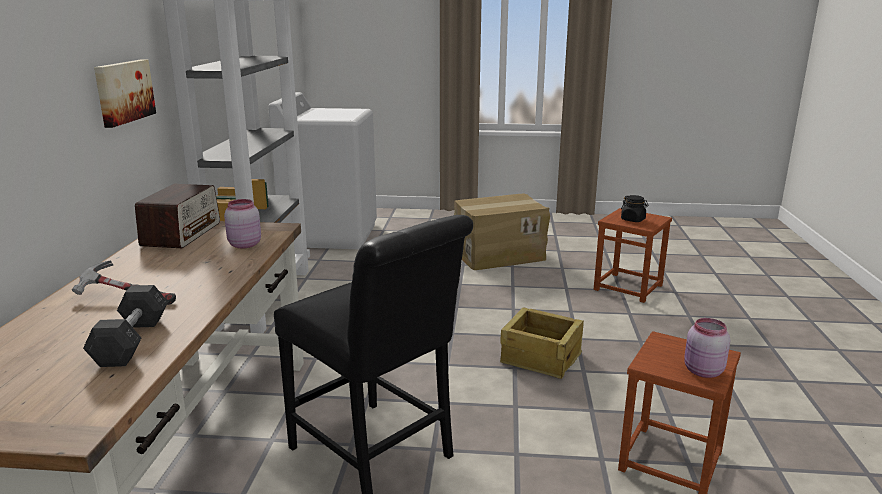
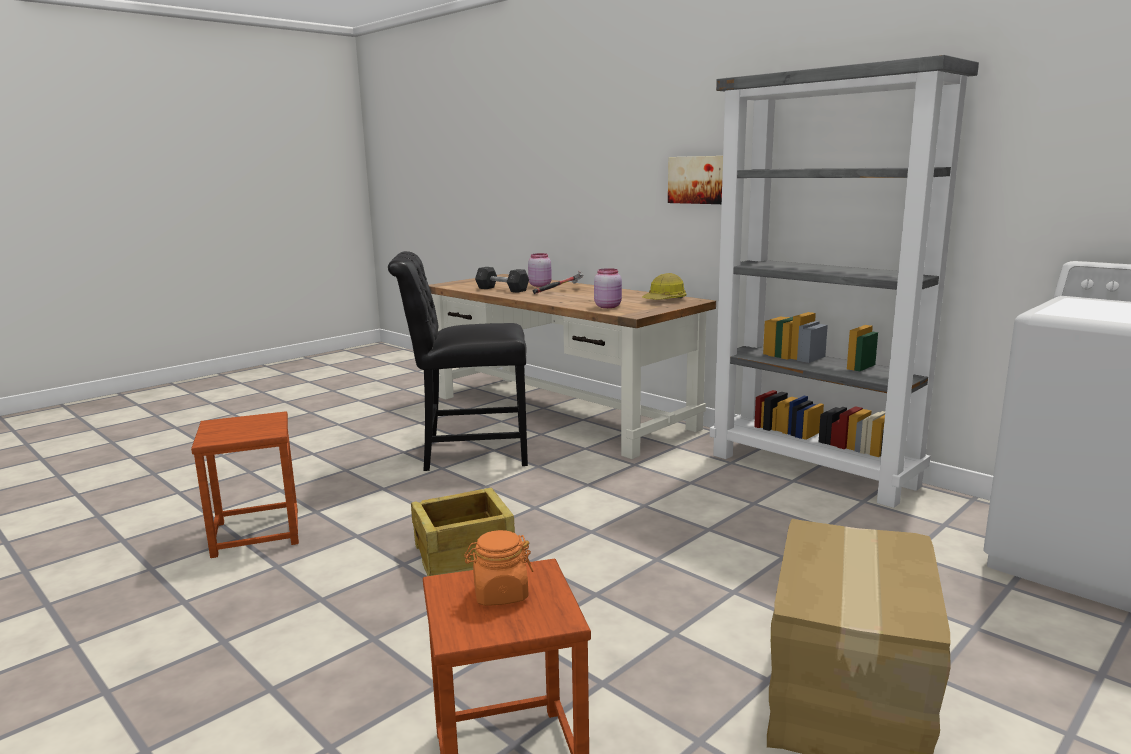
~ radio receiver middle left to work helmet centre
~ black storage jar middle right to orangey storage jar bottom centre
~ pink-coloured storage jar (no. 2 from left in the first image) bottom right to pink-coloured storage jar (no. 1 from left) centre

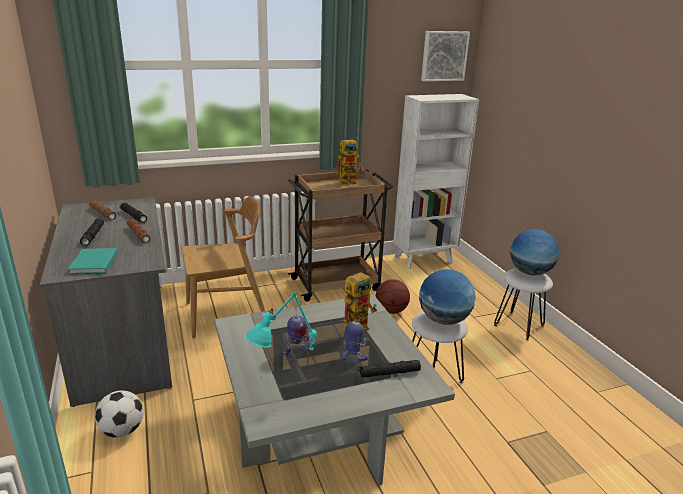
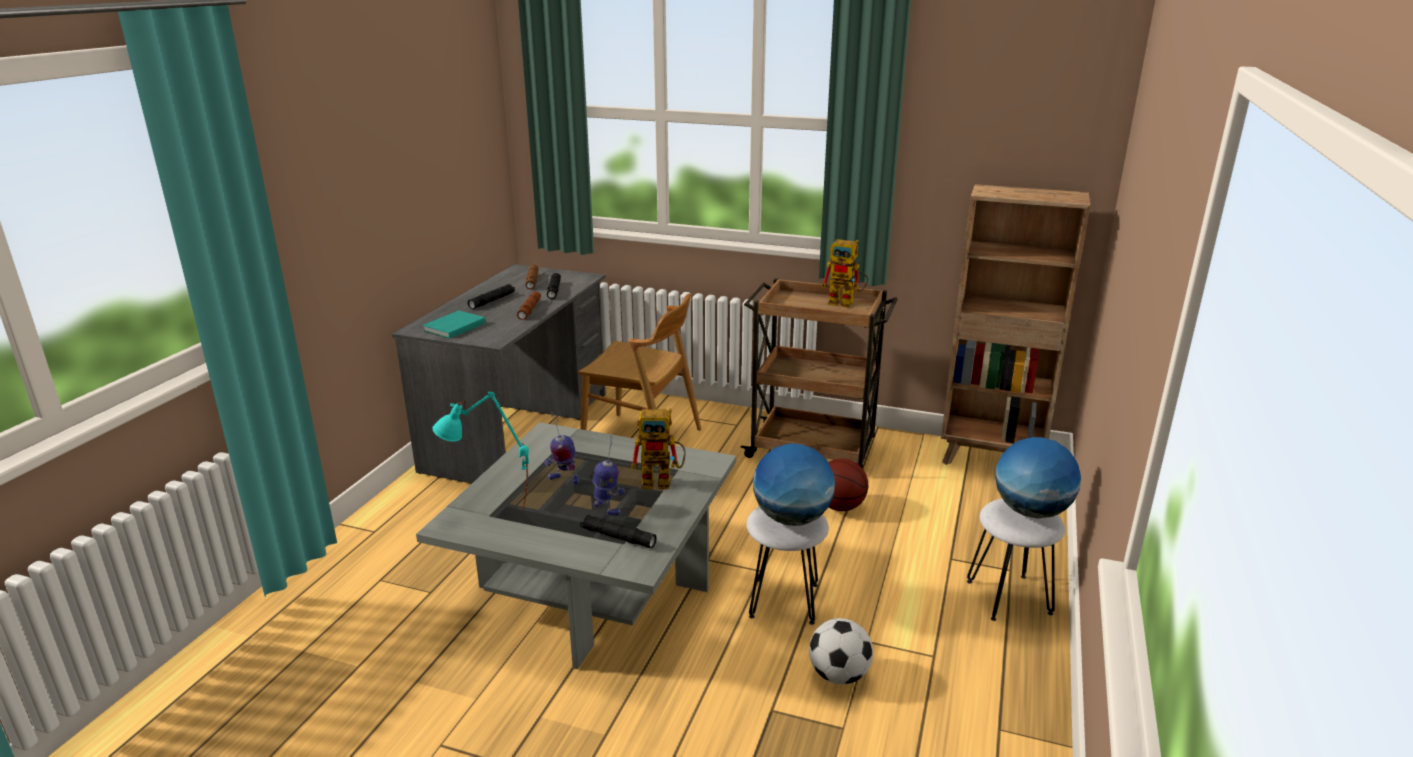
~ ball for football bottom left to bottom centre
~ white-coloured bookshelf centre to brown bookshelf middle right
- wall art top centre

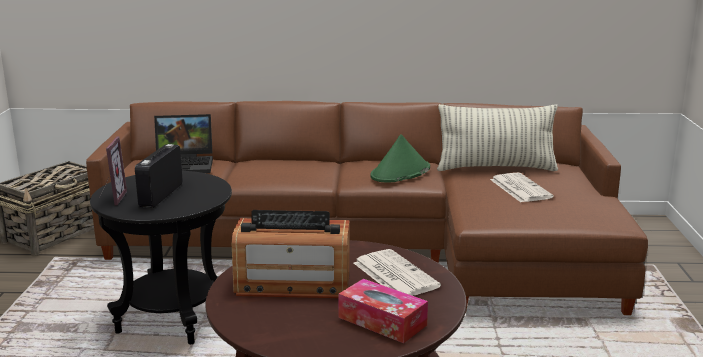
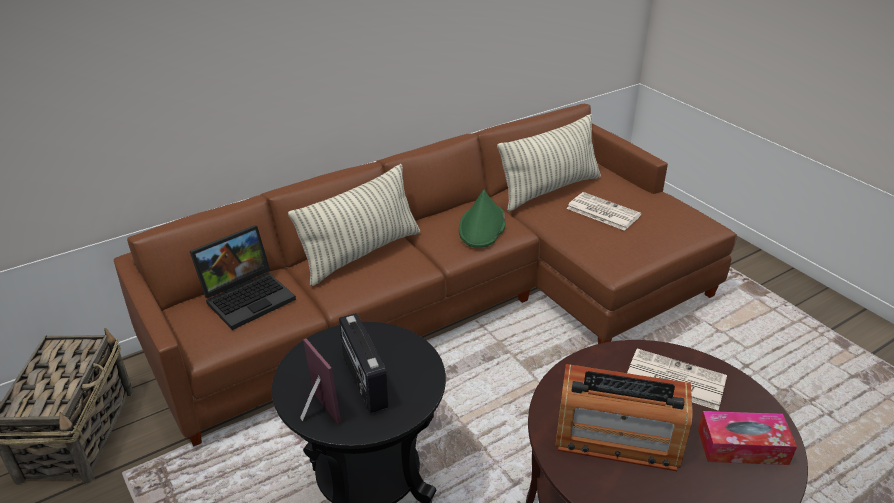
~ radio receiver (no. 2 from left) bottom centre = bottom right 45 degrees clockwise
+ pillow (no. 1 from left) centre

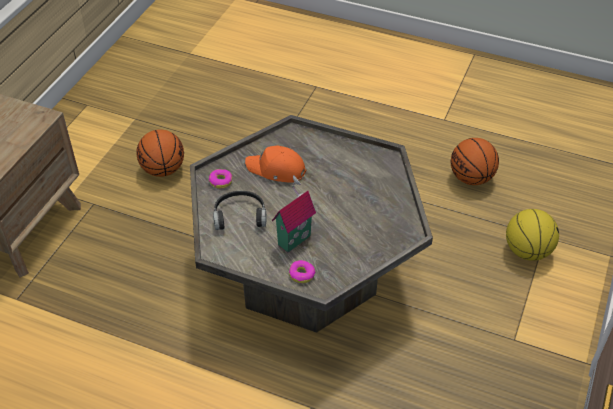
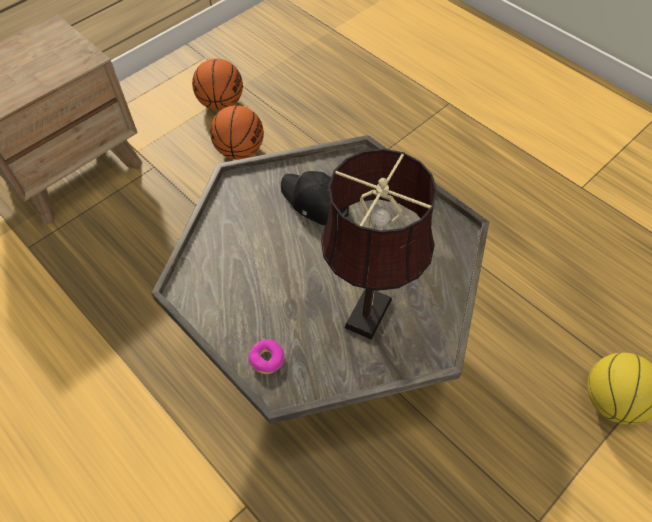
- doughnut (no. 1 from left) centre
- black pair of headphones centre
~ orangey peaked cap centre to black peaked cap centre
- toy house centre
~ basketball ball (no. 2 from left in the first image) middle right to basketball ball (no. 1 from left) top left
+ brown table lamp centre

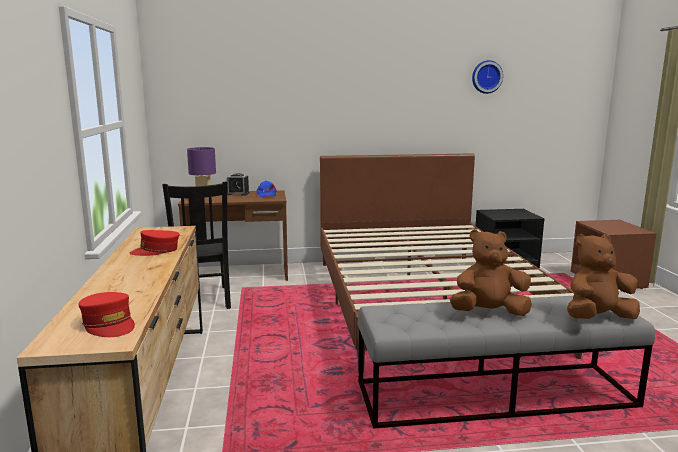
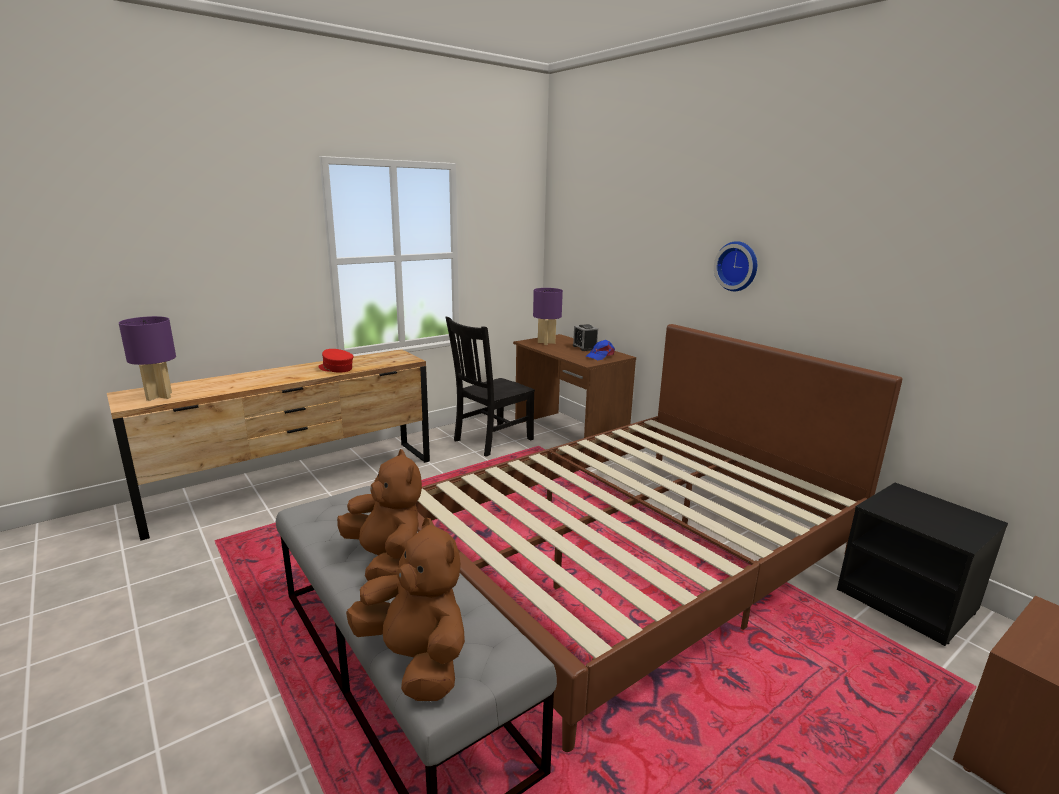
~ reddish peaked cap (no. 1 from left) bottom left to purple-coloured table lamp (no. 1 from left) middle left
~ wall clock top right to middle right

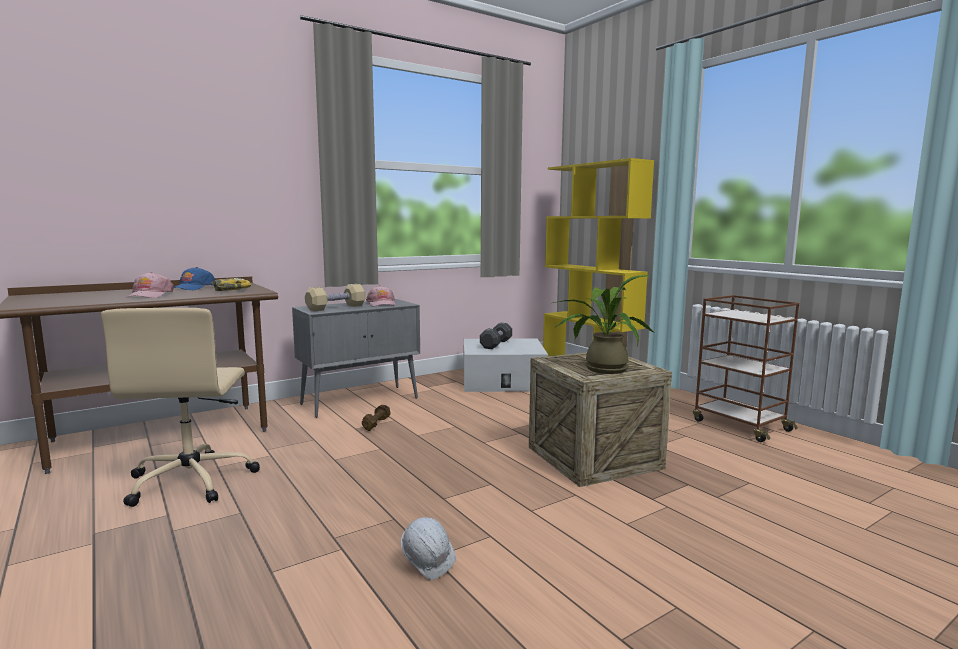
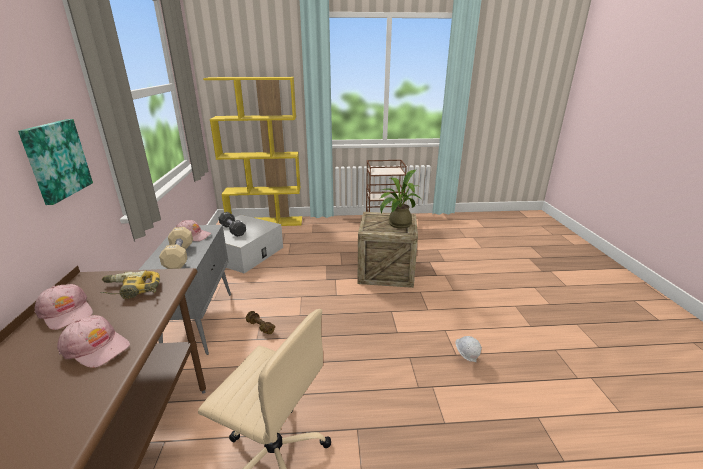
~ blue-coloured peaked cap middle left to pink-coloured peaked cap (no. 1 from left) middle left
+ wall art middle left

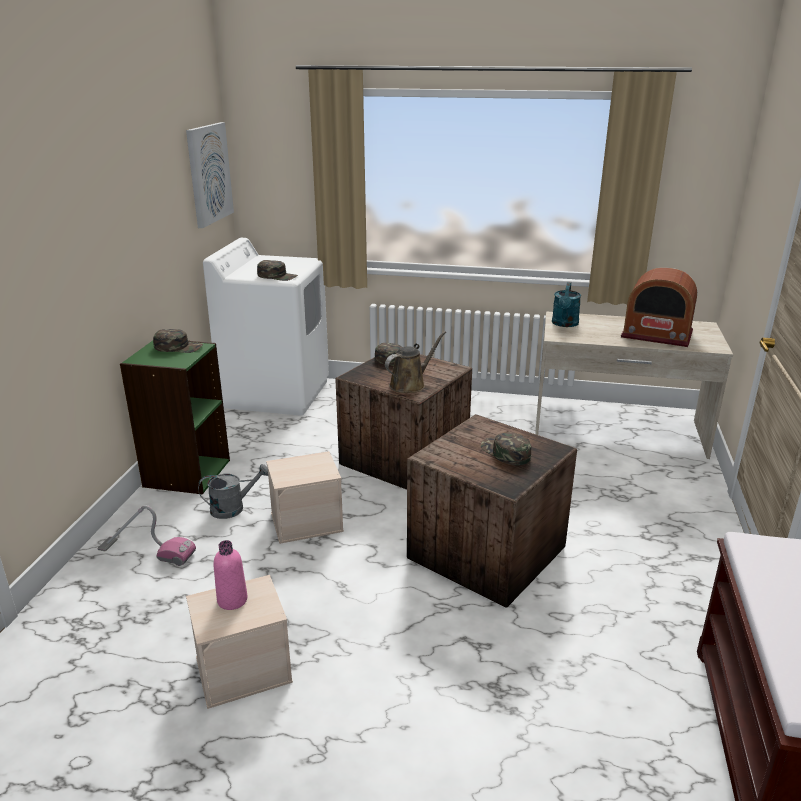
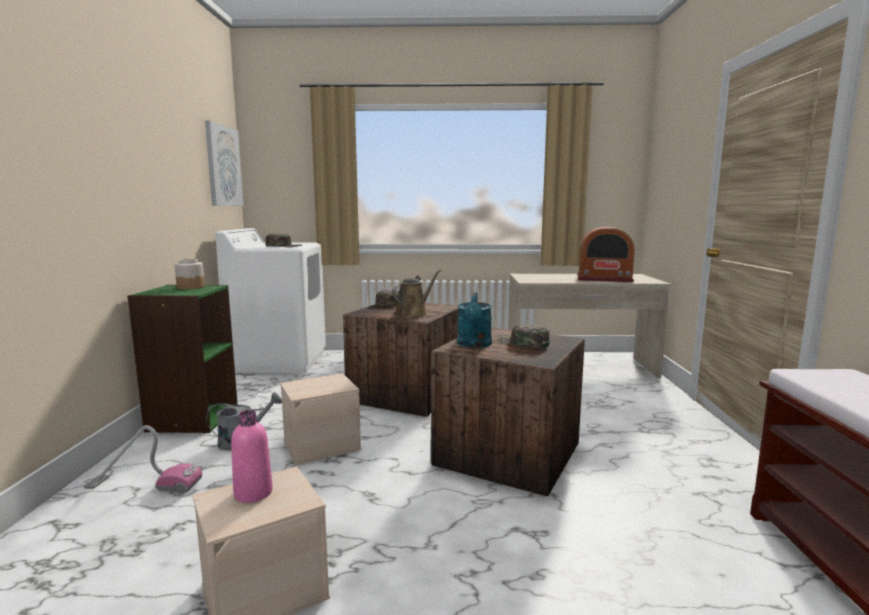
~ green-coloured peaked cap (no. 1 from left) middle left to storage jar middle left
~ blue-green watering pot middle right to centre

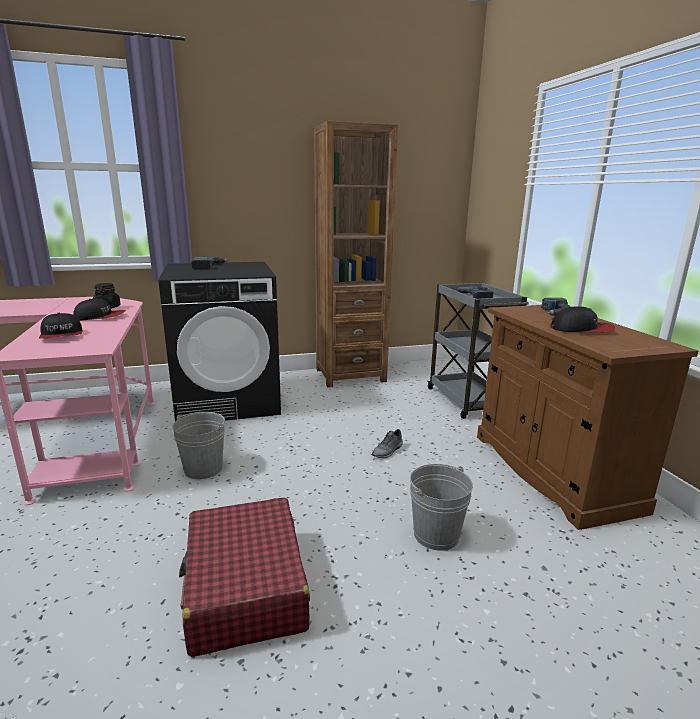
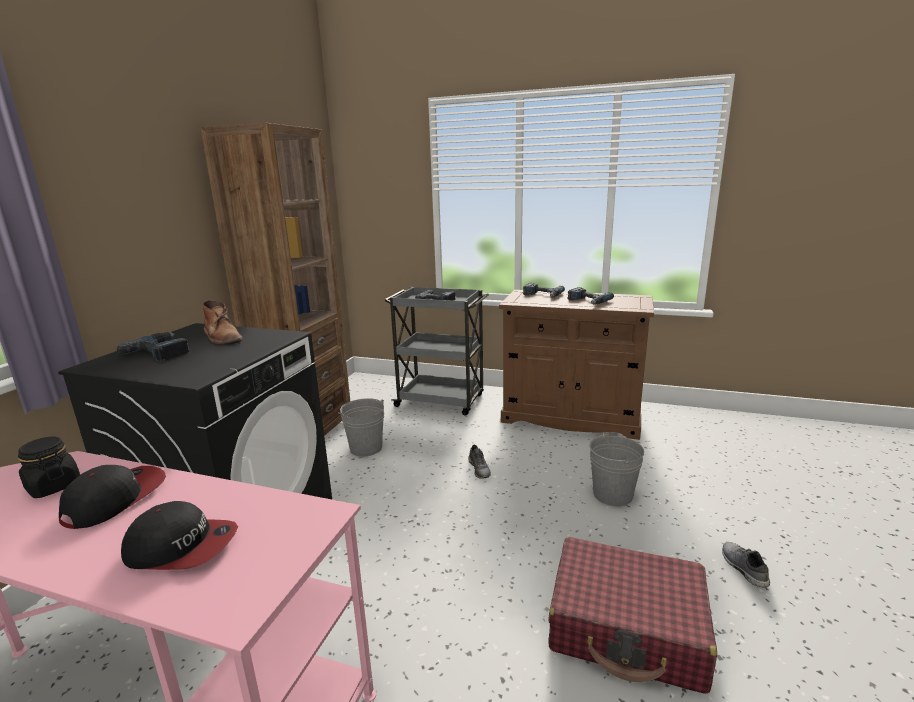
~ greyish water bucket (no. 1 from left) middle left to centre
~ peaked cap (no. 3 from left) middle right to drill (no. 4 from left) centre
+ brown boot middle left
+ greyish low shoe (no. 2 from left) bottom right

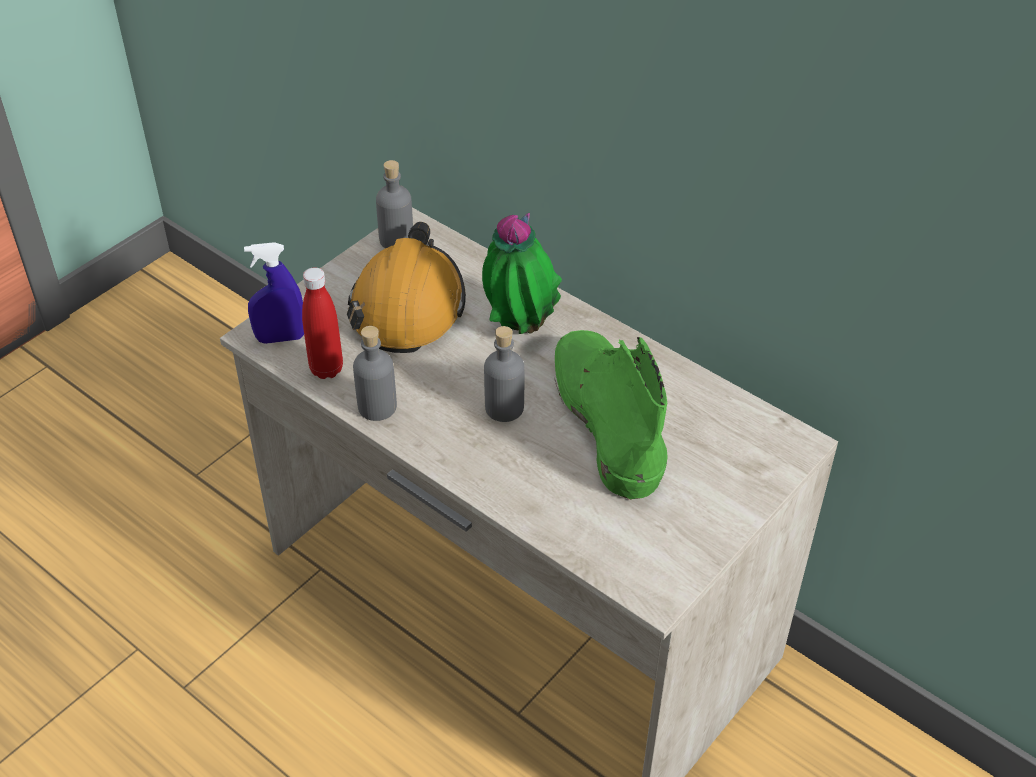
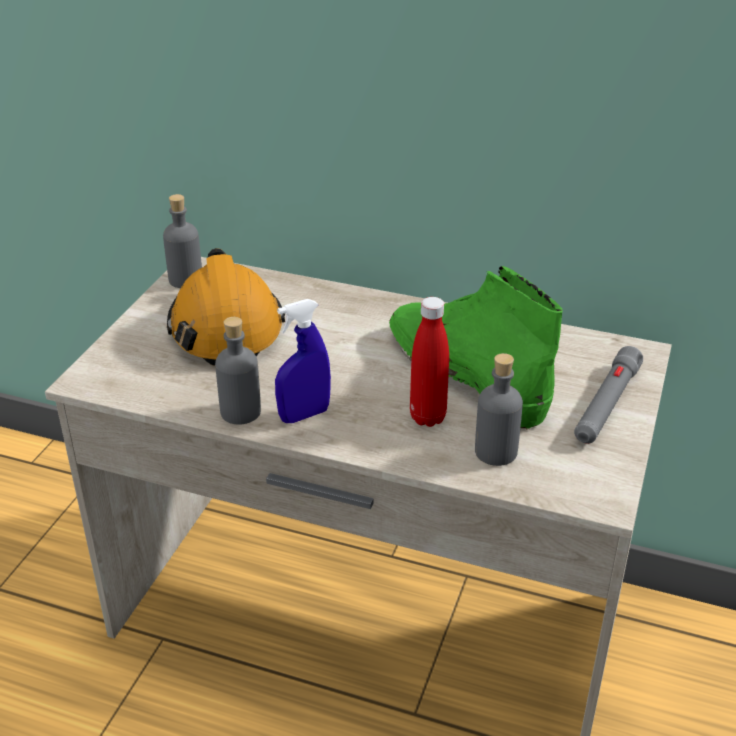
~ blue-coloured spray bottle middle left to centre
~ reddish drink bottle middle left to centre
- plant in a pot centre
~ greyish drink bottle (no. 3 from left) centre to middle right
+ greyish torch middle right

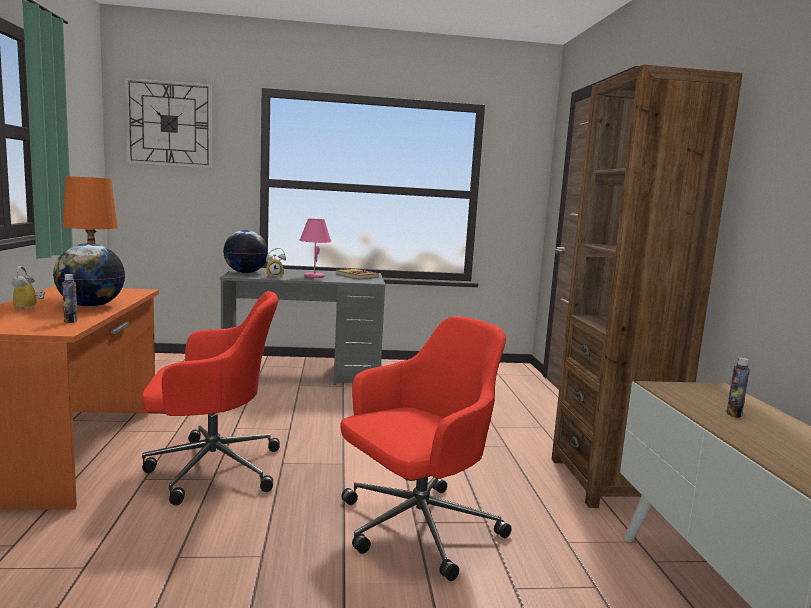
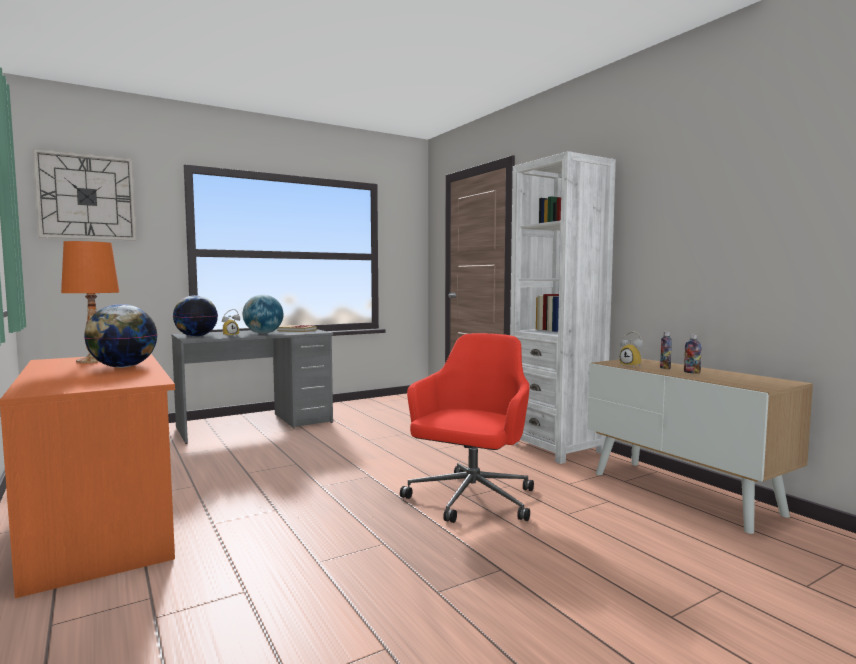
~ bedside clock (no. 1 from left in the first image) middle left to bedside clock (no. 2 from left) middle right
~ drink bottle (no. 1 from left in the first image) middle left to drink bottle (no. 2 from left) middle right
- reddish computer chair (no. 1 from left) middle left
~ pink-coloured table lamp centre to globe (no. 3 from left) middle left
~ brown bookshelf middle right to white-coloured bookshelf centre

